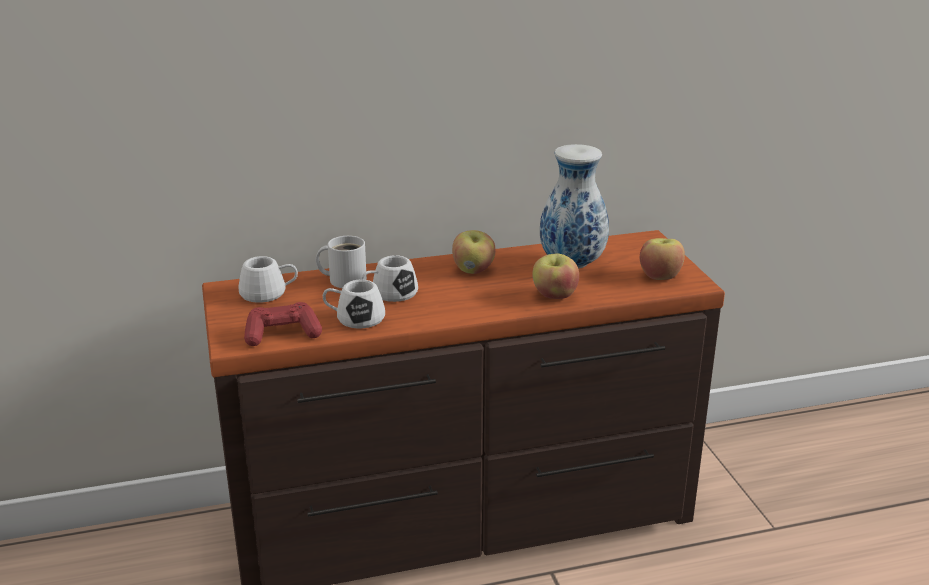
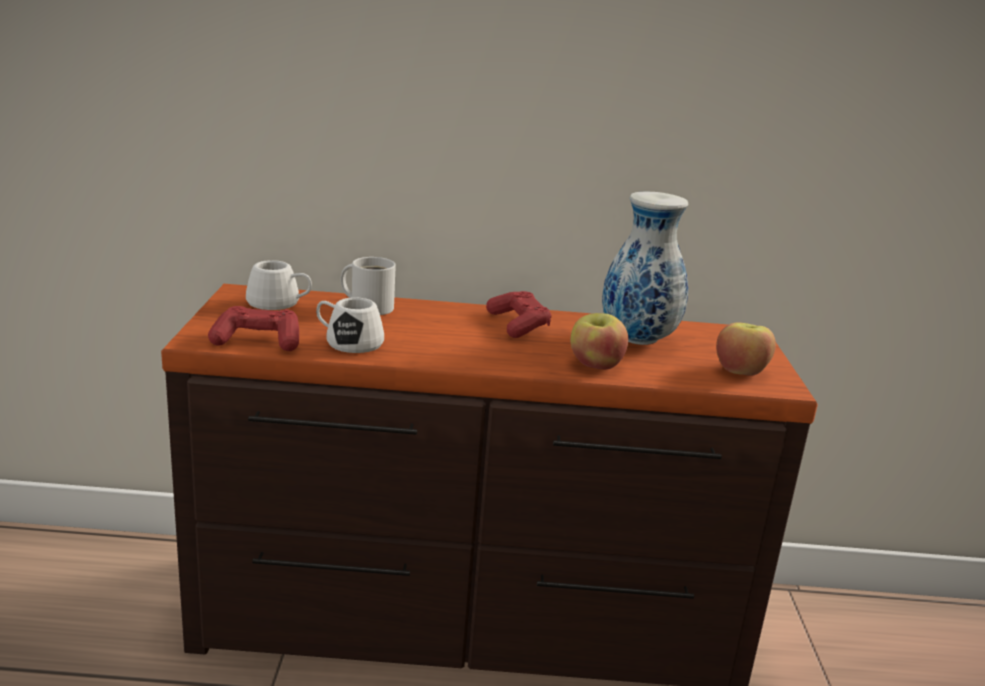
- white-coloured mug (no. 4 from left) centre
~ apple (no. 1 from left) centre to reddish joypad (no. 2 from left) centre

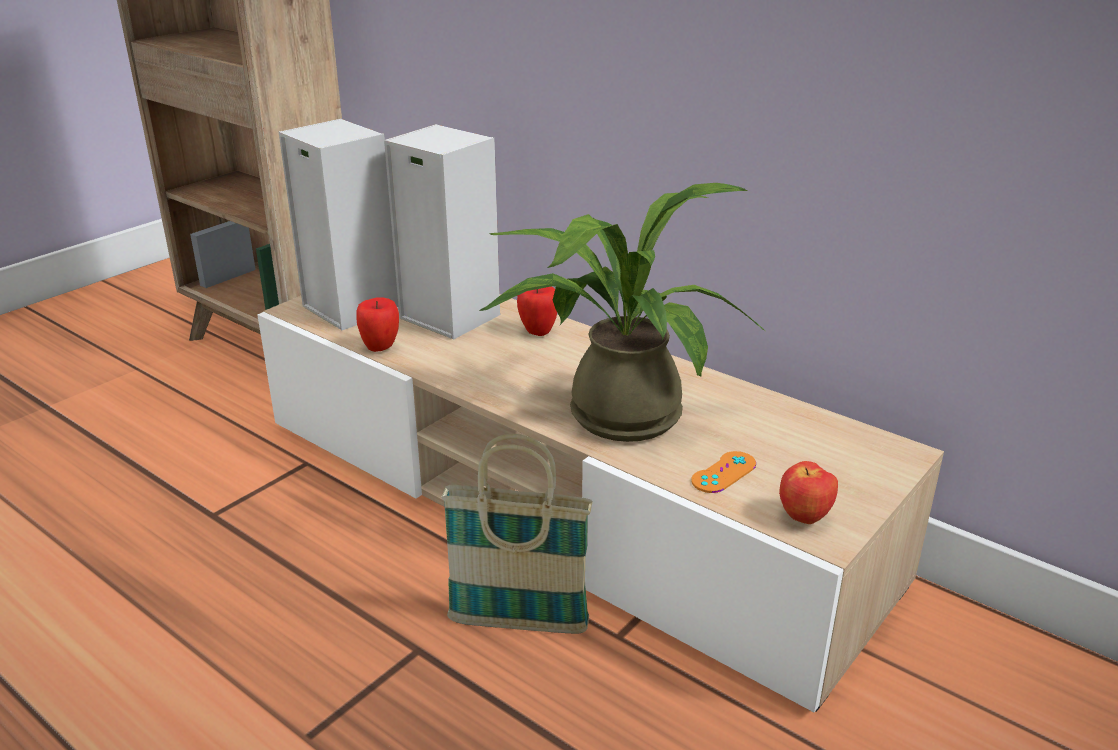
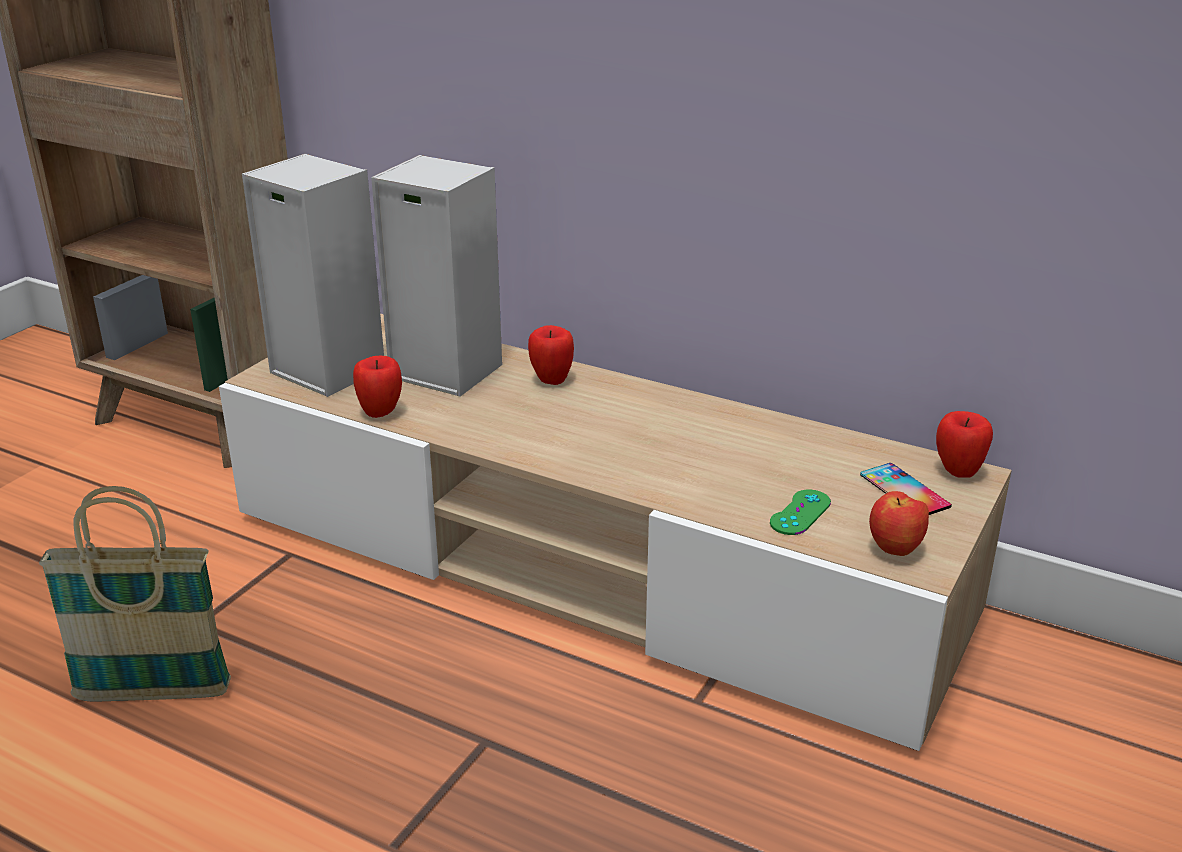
~ storage basket bottom centre to bottom left
- plant in a pot centre
~ orangey joypad centre to green-coloured joypad middle right
+ handset middle right
+ apple (no. 4 from left) middle right

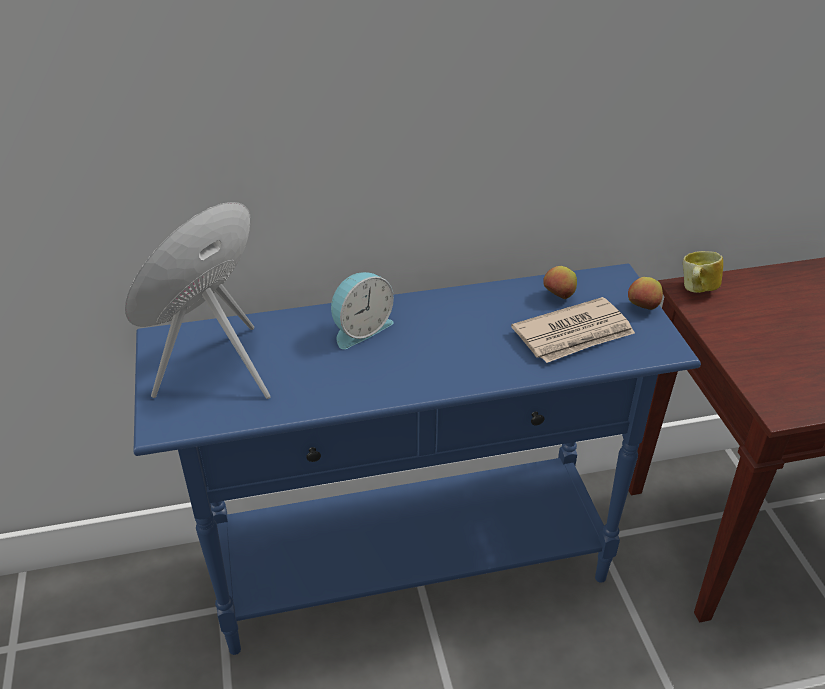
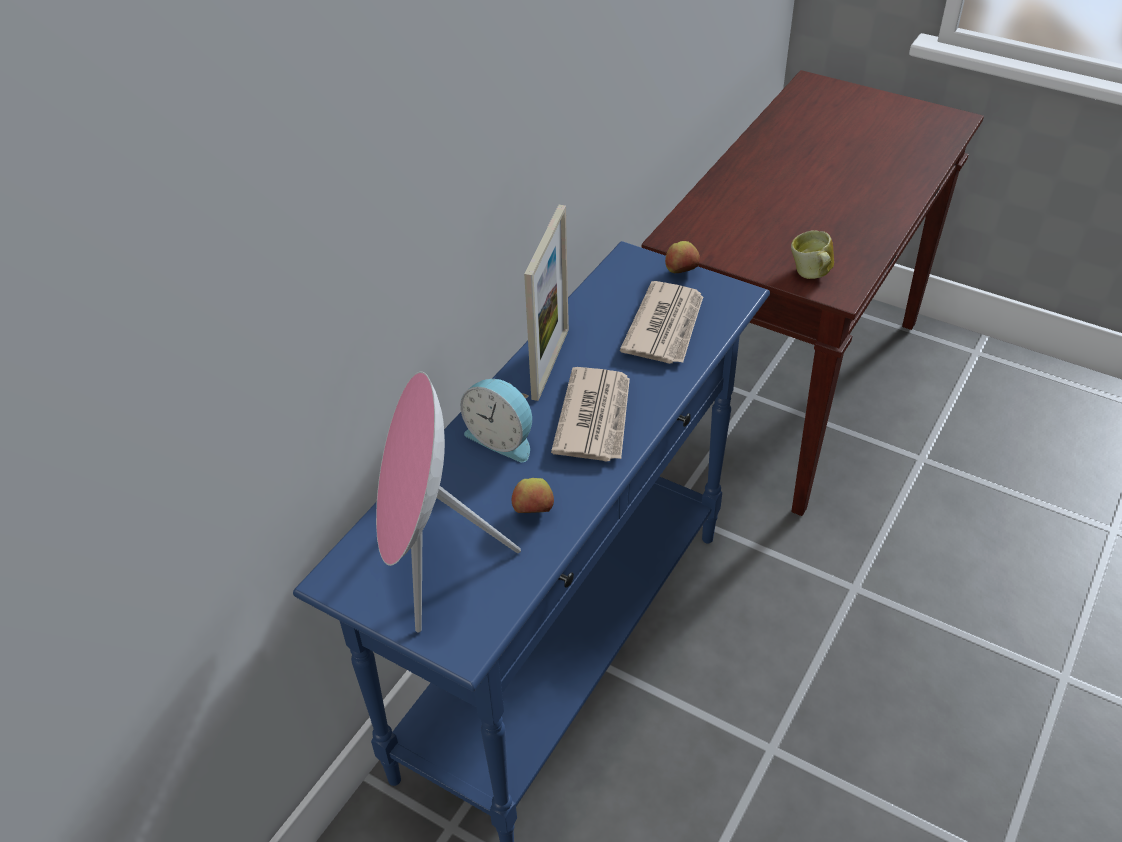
~ bedside clock centre = centre 120 degrees clockwise
~ apple (no. 1 from left) middle right to centre
~ mug middle right to top right
+ picture frame centre
+ printed paper (no. 1 from left) centre

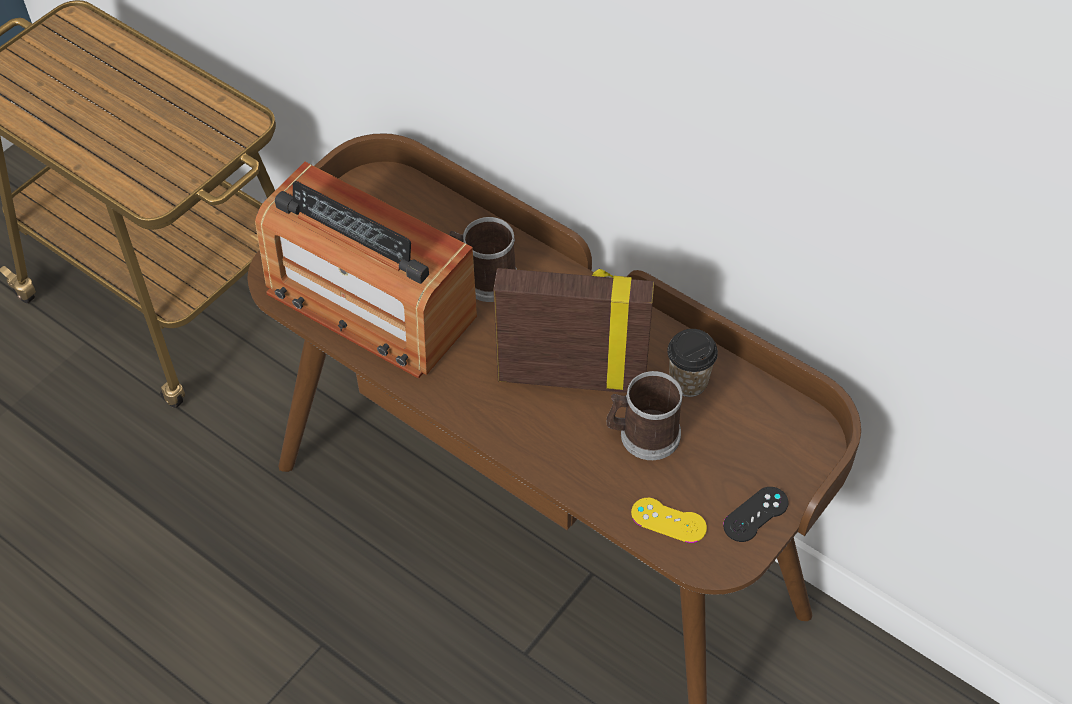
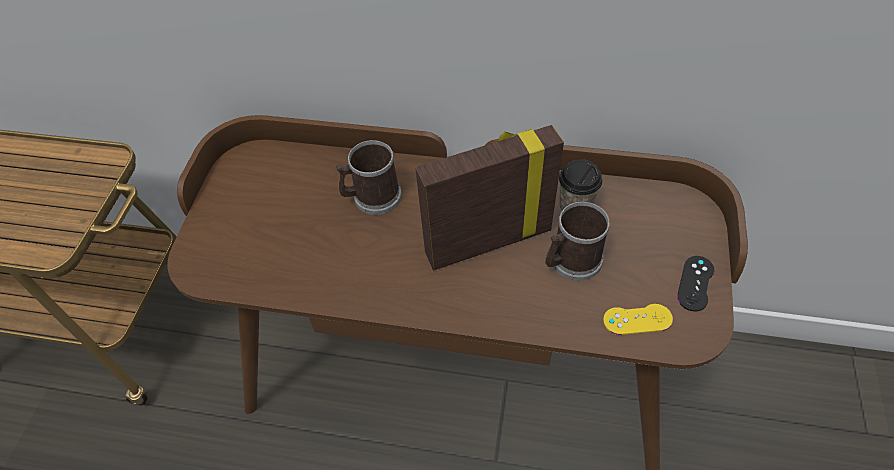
- radio receiver centre

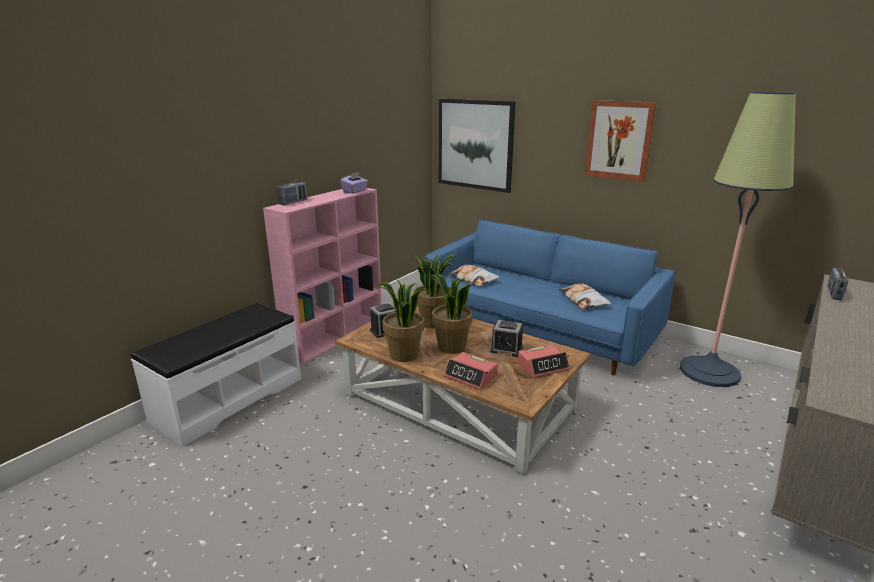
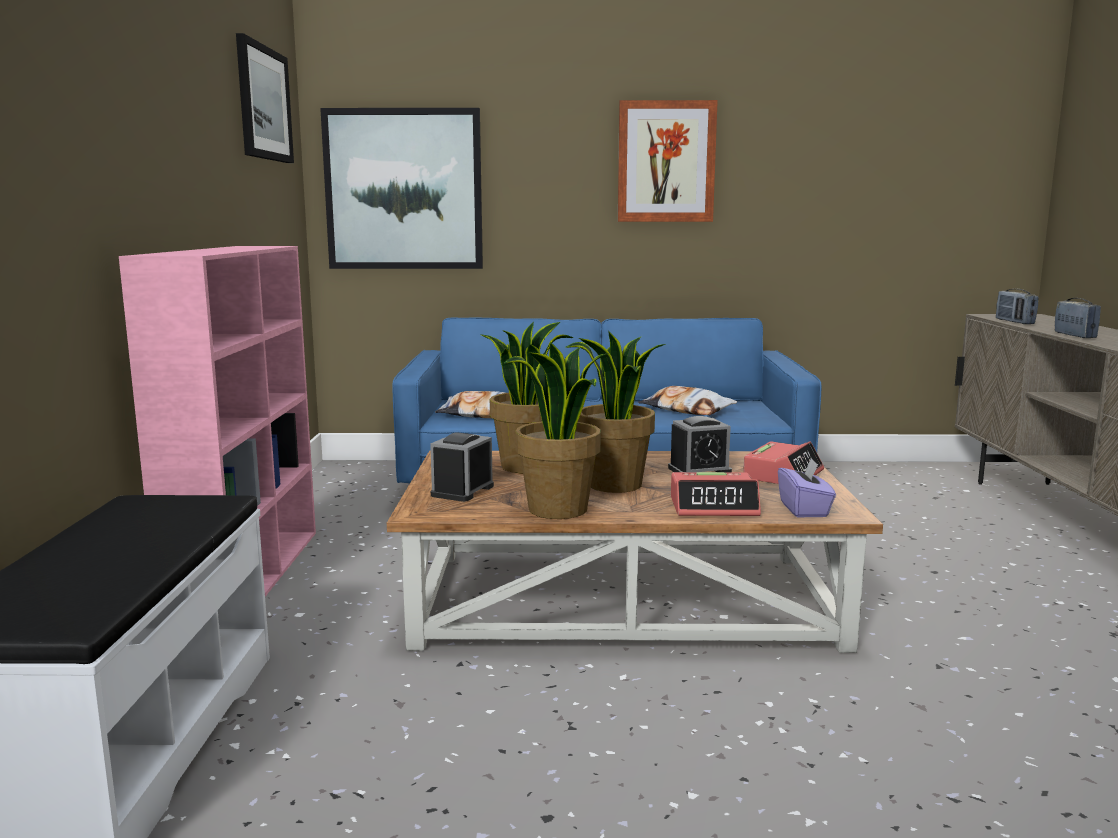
~ radio receiver (no. 1 from left in the first image) top centre to radio receiver (no. 2 from left) middle right
~ purple-coloured tissue box top centre to middle right
- floor lamp middle right
+ wall art (no. 1 from left) top left

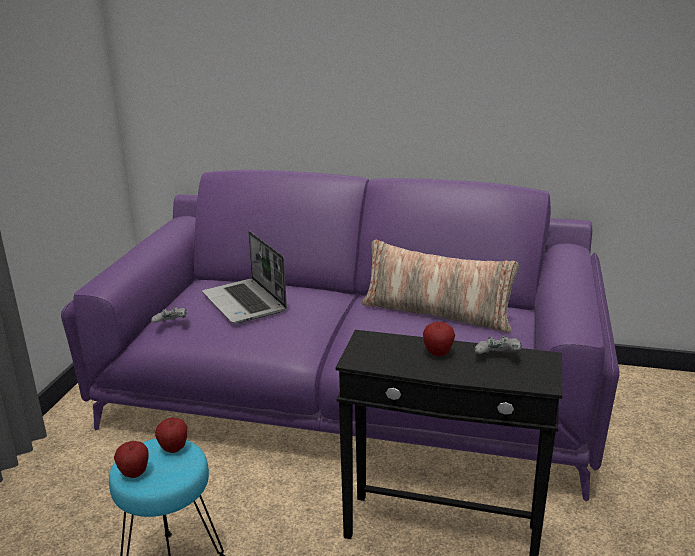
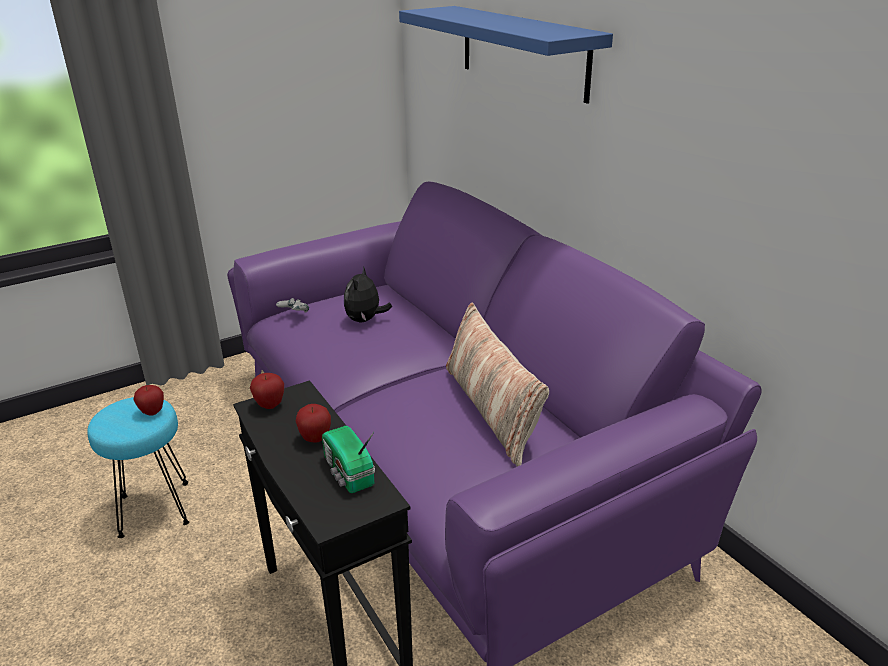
~ apple (no. 1 from left in the first image) bottom left to apple (no. 2 from left) middle left
~ laptop centre to plush toy centre
~ greyish joypad (no. 2 from left) middle right to radio receiver bottom centre
+ blue-coloured bracket shelf top centre

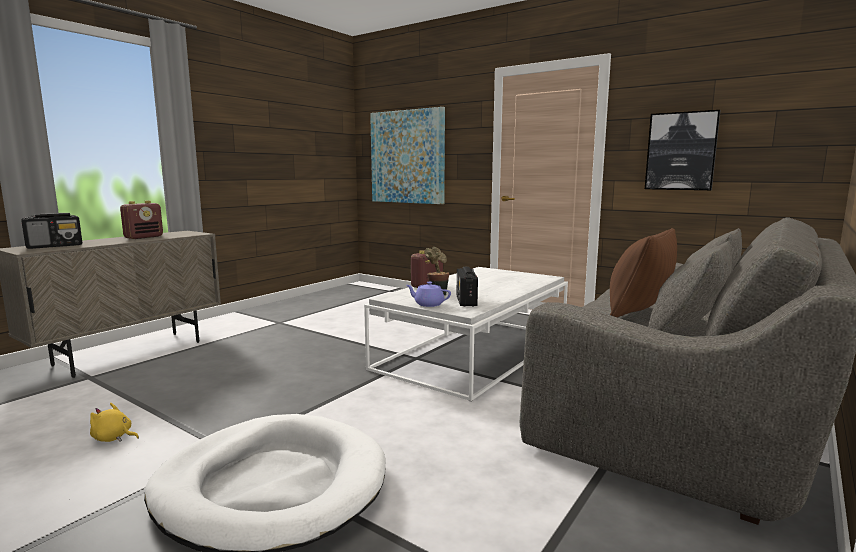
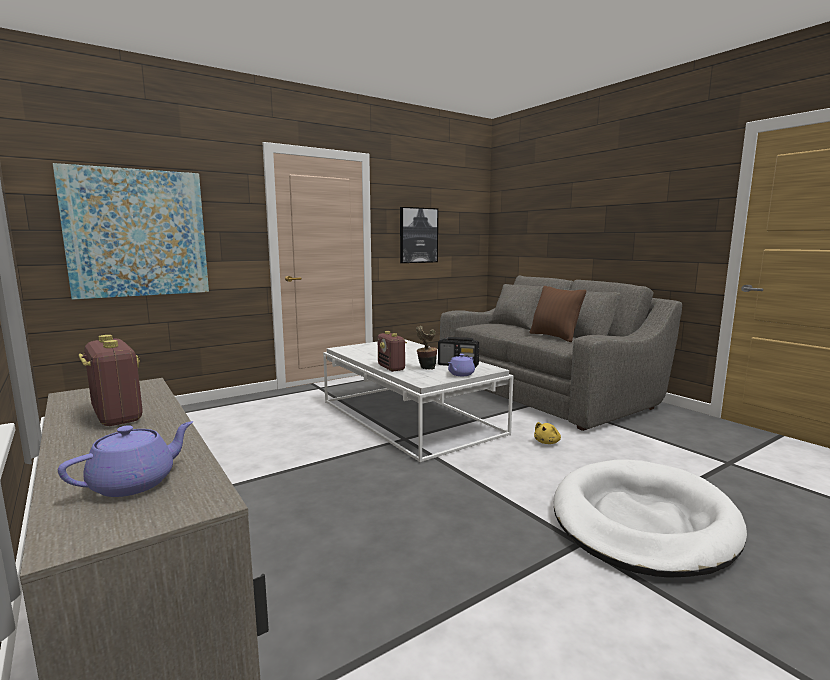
~ radio receiver (no. 1 from left) middle left to purple-coloured teapot (no. 1 from left) bottom left
~ yellowish plush toy bottom left to centre

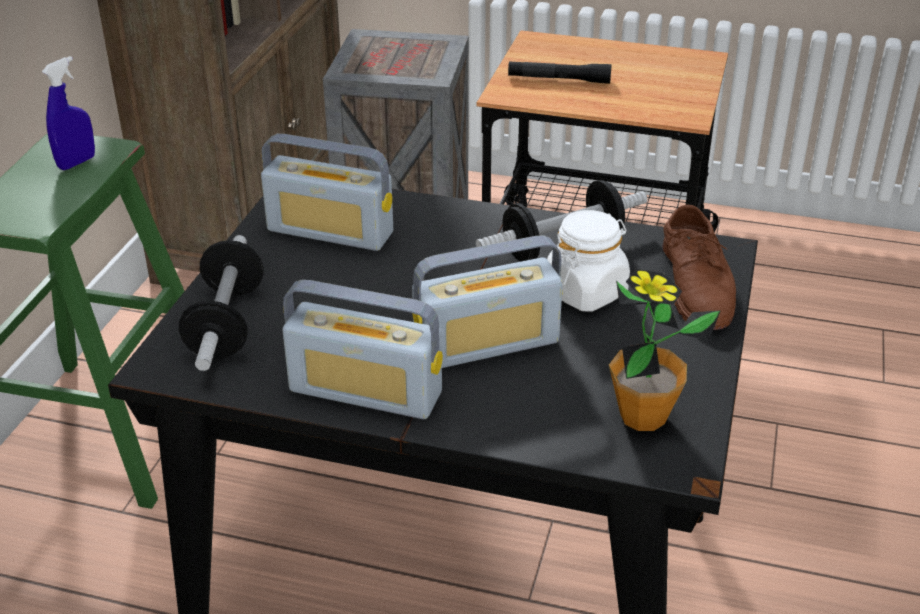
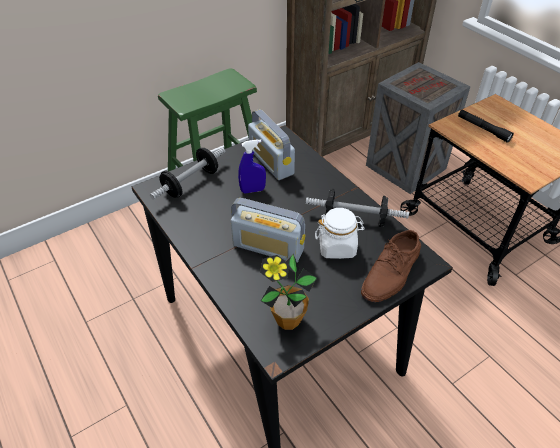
~ blue-coloured spray bottle top left to centre
- radio receiver (no. 2 from left) centre

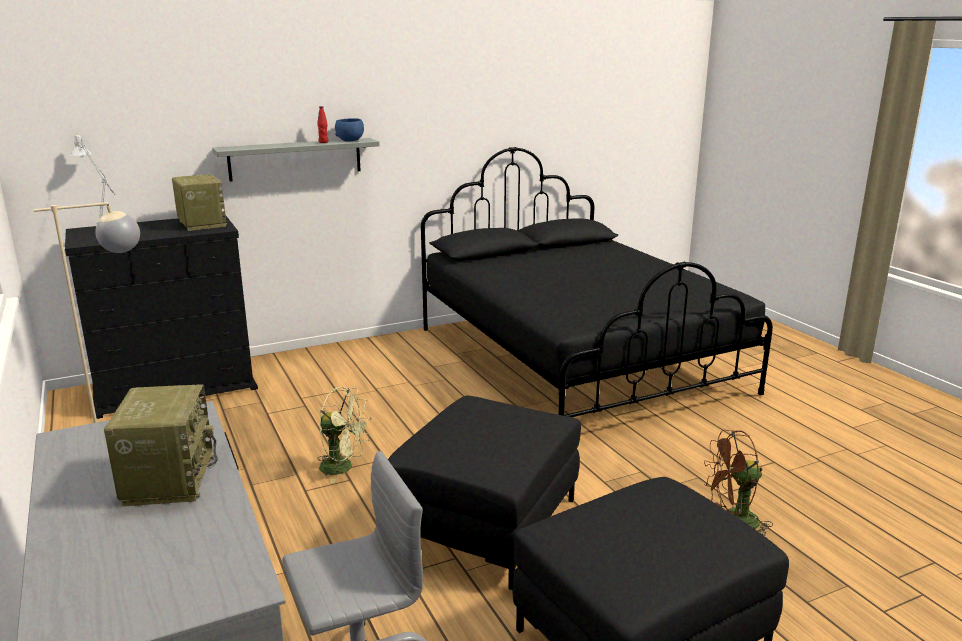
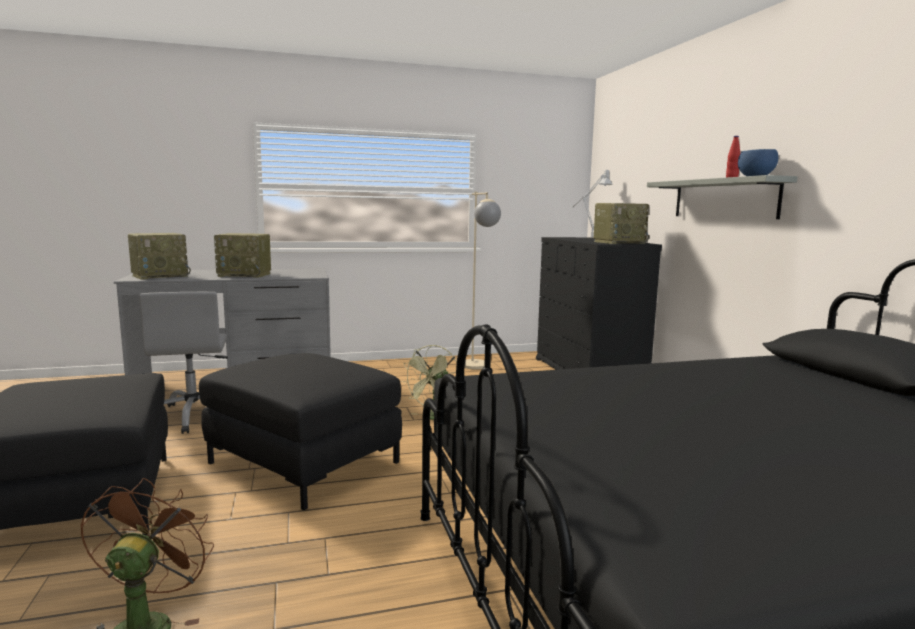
+ radio receiver (no. 1 from left) middle left

